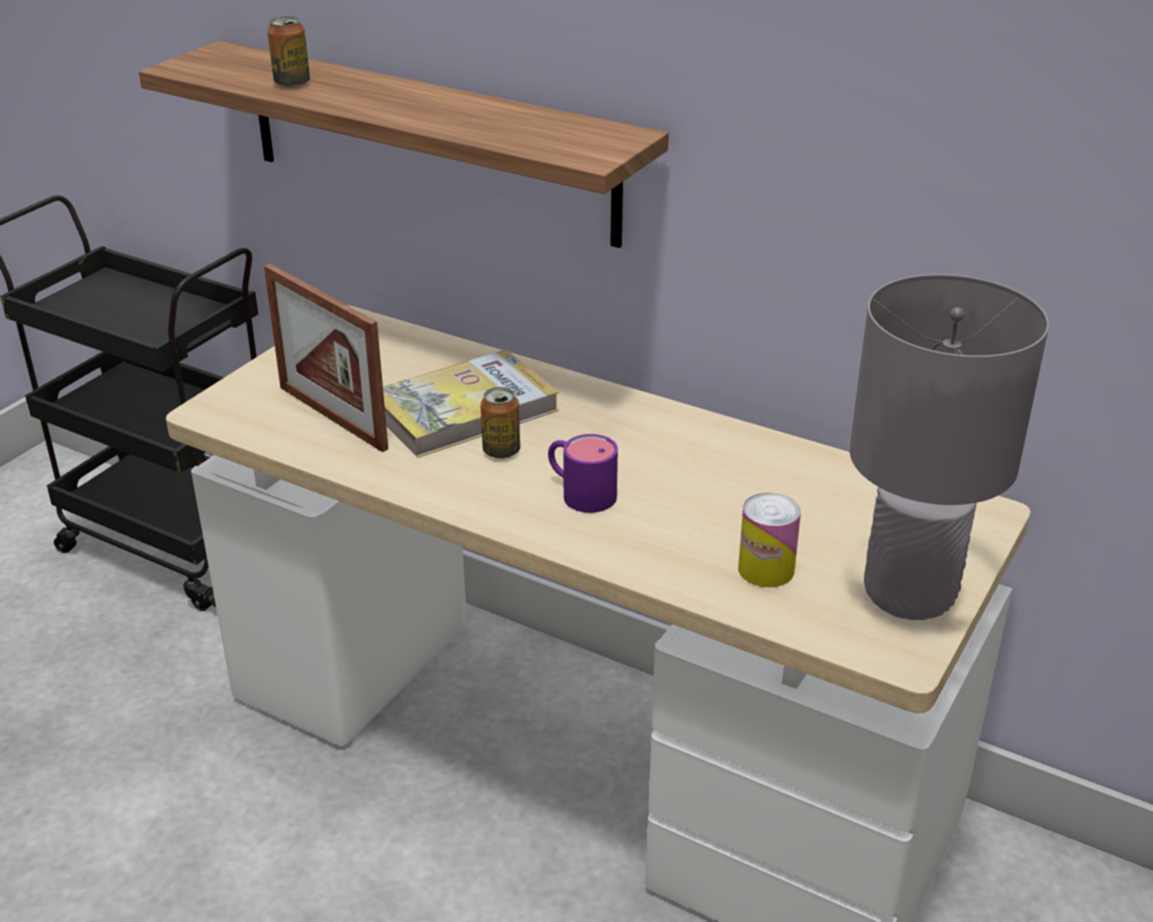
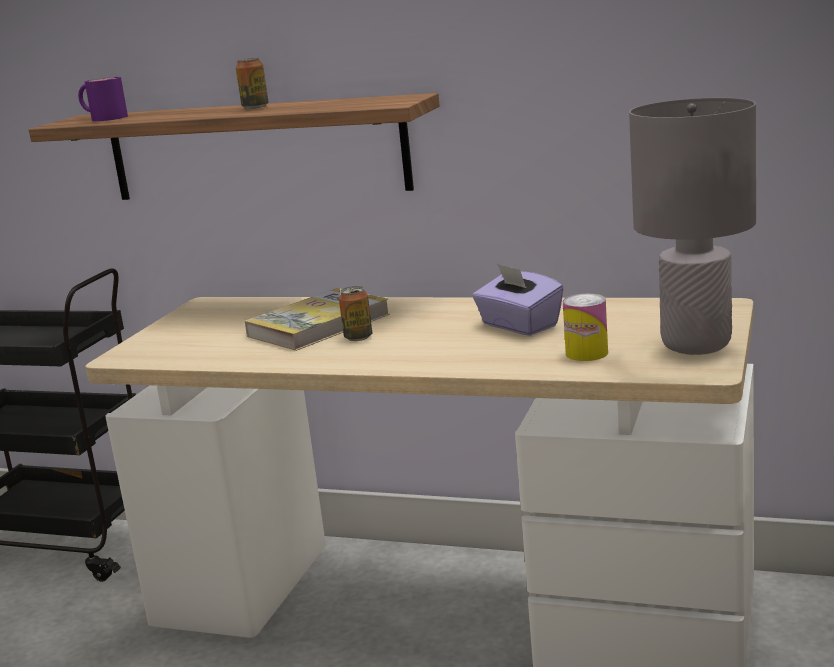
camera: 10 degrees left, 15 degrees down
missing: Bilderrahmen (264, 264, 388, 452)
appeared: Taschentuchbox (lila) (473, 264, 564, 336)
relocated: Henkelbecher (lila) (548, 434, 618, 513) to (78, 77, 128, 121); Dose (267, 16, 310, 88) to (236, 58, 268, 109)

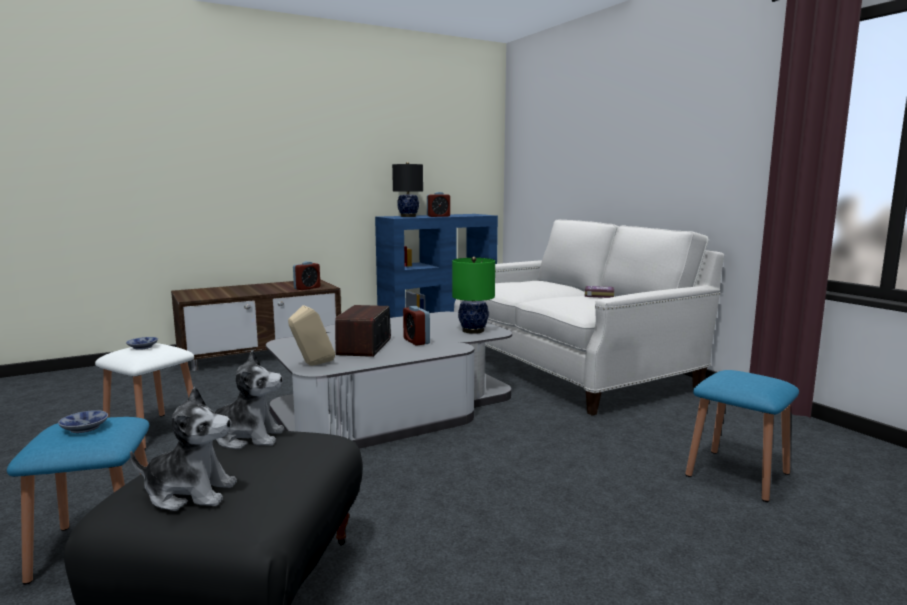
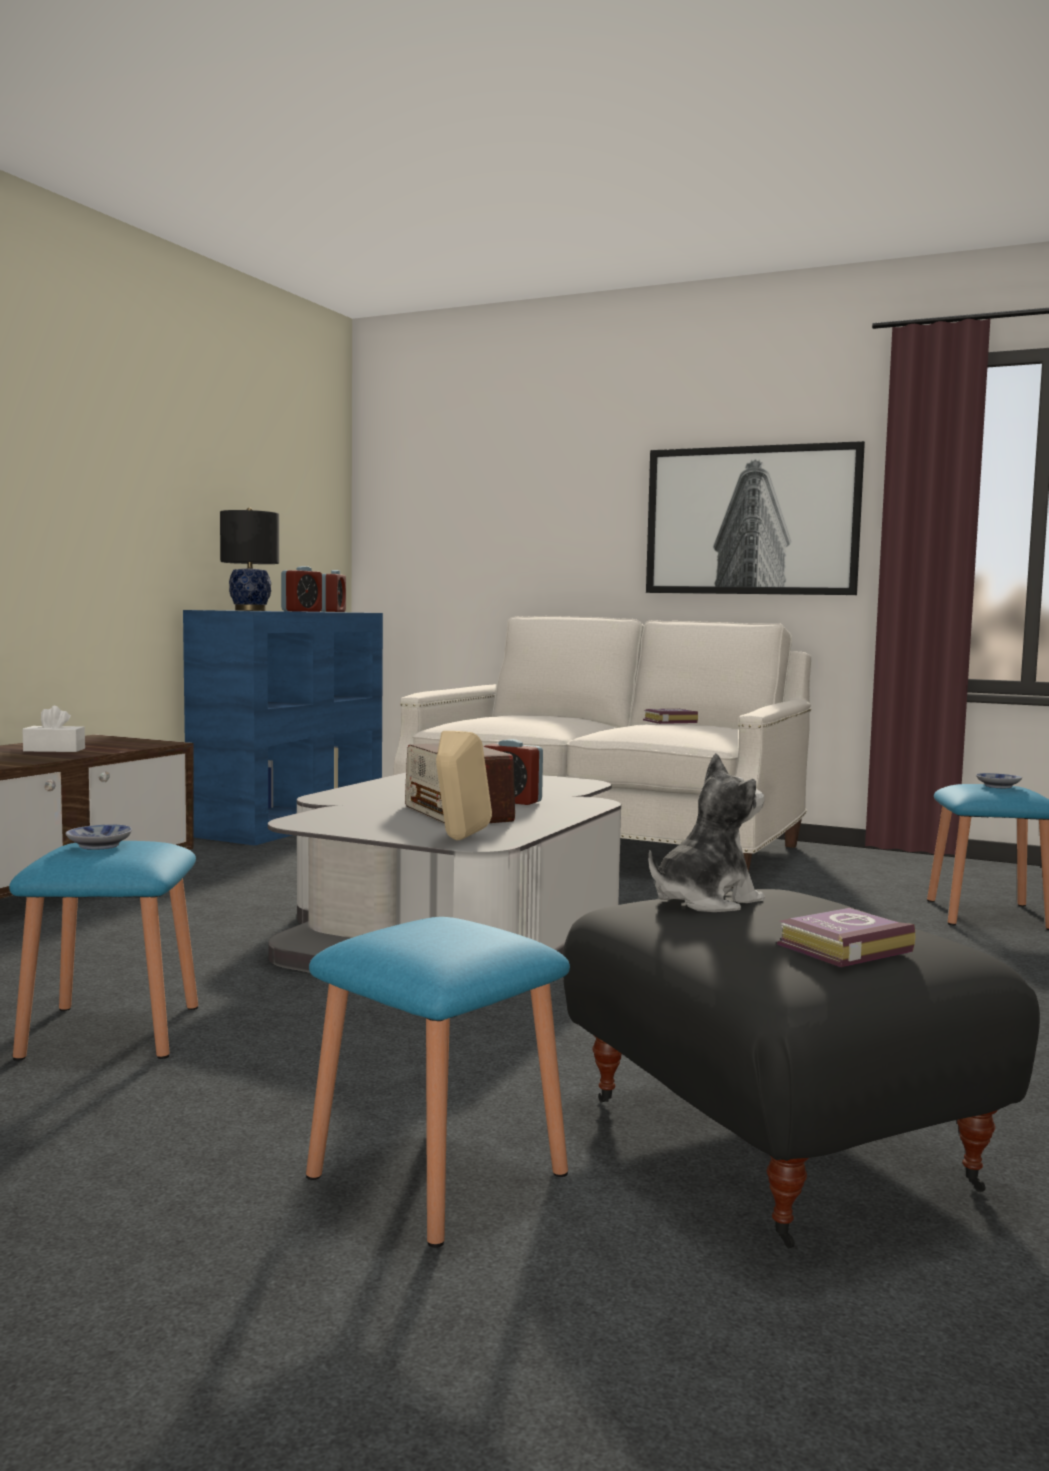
camera: 35 degrees left, 5 degrees down
missing: Tischlampe (grün) (452, 257, 495, 334)
appeared: Taschentuchbox (weiß) (22, 706, 85, 752); Bild (646, 441, 865, 595)
relocated: Wecker (293, 261, 320, 290) to (321, 570, 346, 612); Schüssel (58, 410, 108, 433) to (976, 773, 1022, 788)
exchanged: Plüschtier (130, 387, 237, 511) to Buch (777, 908, 915, 967)
colour: Hocker (weiß) (95, 343, 194, 449) to Hocker (blau) (9, 841, 198, 1061)

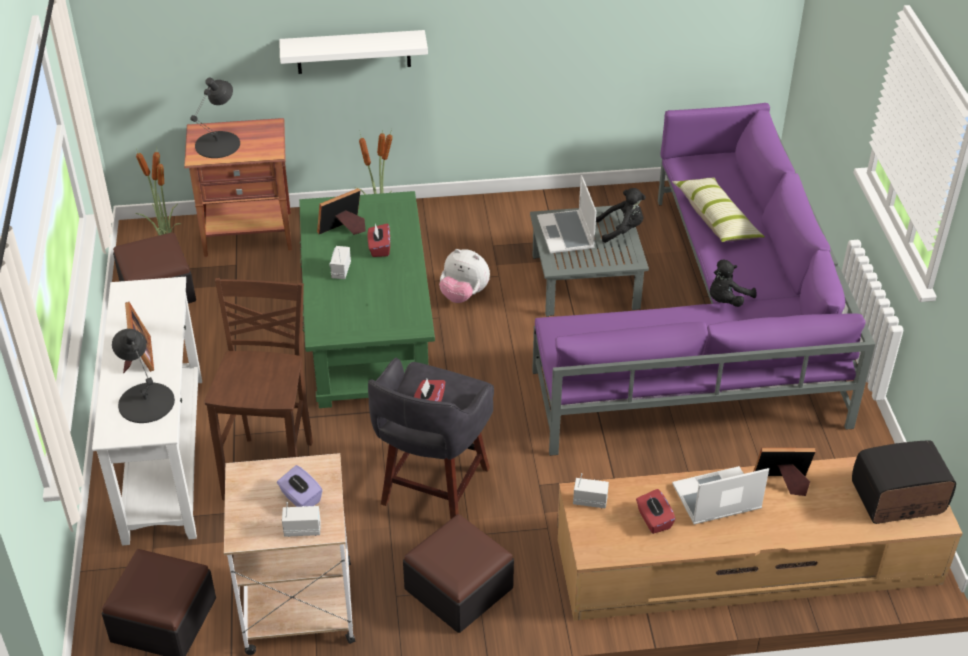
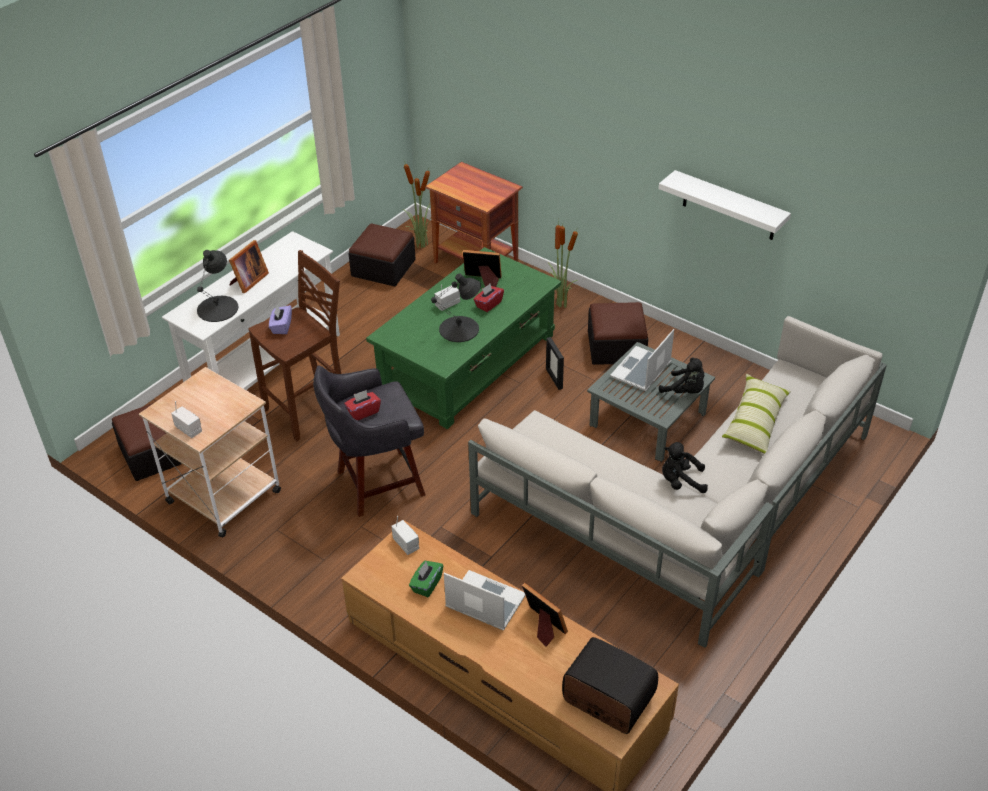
camera: 45 degrees right, 0 degrees up
relocated: Taschentuchbox (lila) (277, 465, 323, 507) to (269, 305, 292, 334); Tischlampe (schwarz) (190, 78, 240, 158) to (431, 273, 481, 342); Polsterhocker (403, 514, 514, 633) to (588, 302, 648, 365); Wandregal (weiß) (279, 30, 428, 74) to (659, 170, 791, 240)
exchanged: Plüschtier (439, 249, 490, 303) to Bilderrahmen (546, 337, 564, 390)
colour: Taschentuchbox (rot) (636, 489, 676, 534) to Taschentuchbox (grün) (409, 561, 443, 597); Sofa (lila) (530, 103, 875, 456) to Sofa (weiß) (468, 316, 887, 648)

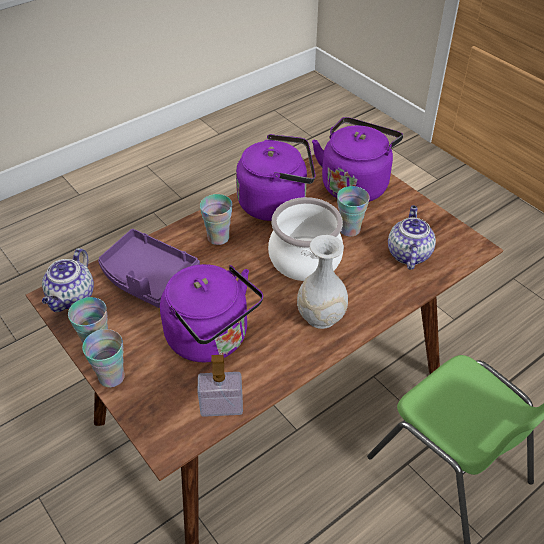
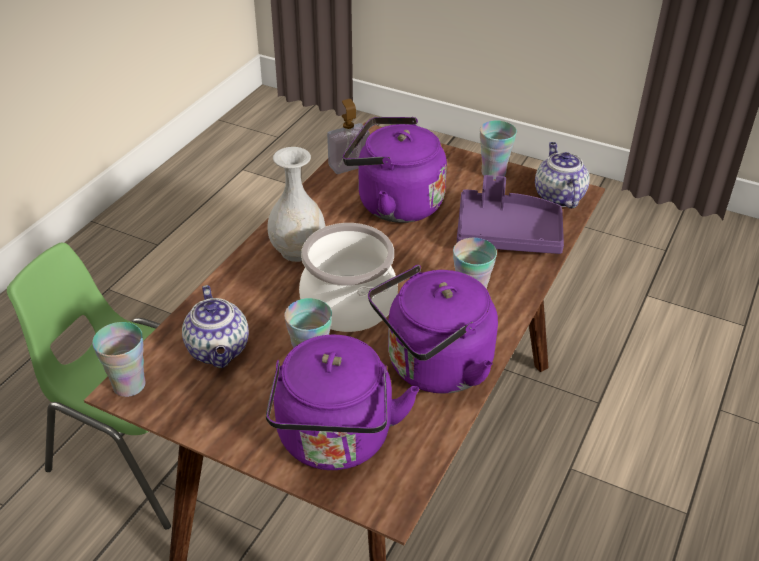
camera: 155 degrees right, 5 degrees down
relocated: Tasse (82, 329, 125, 387) to (92, 322, 146, 397)

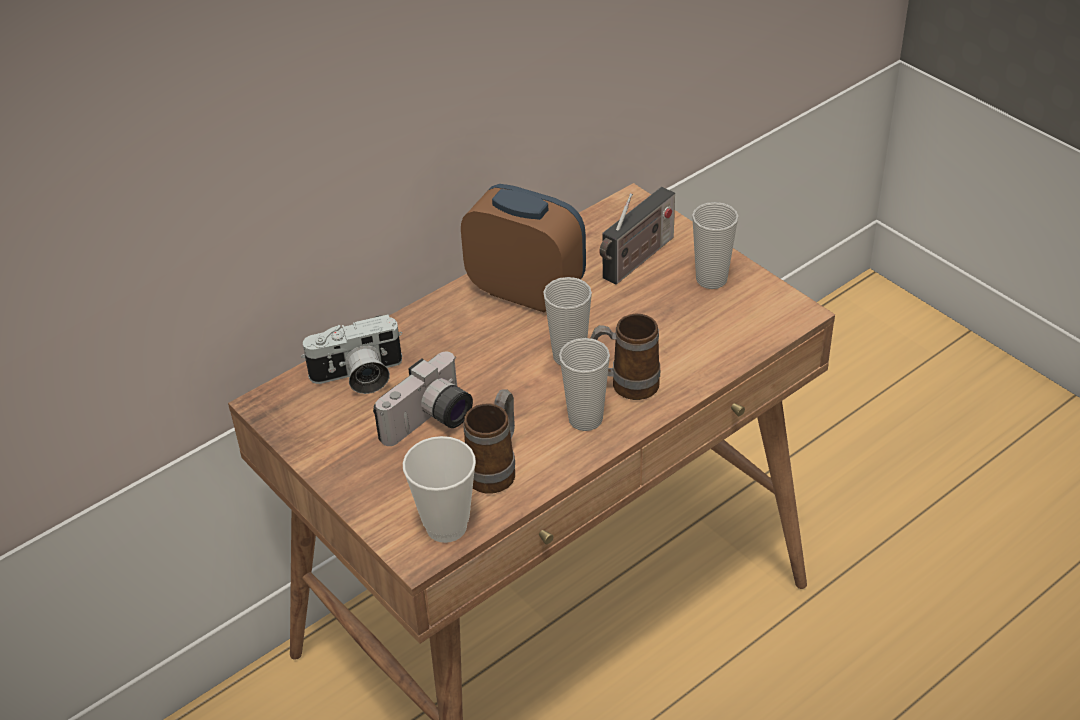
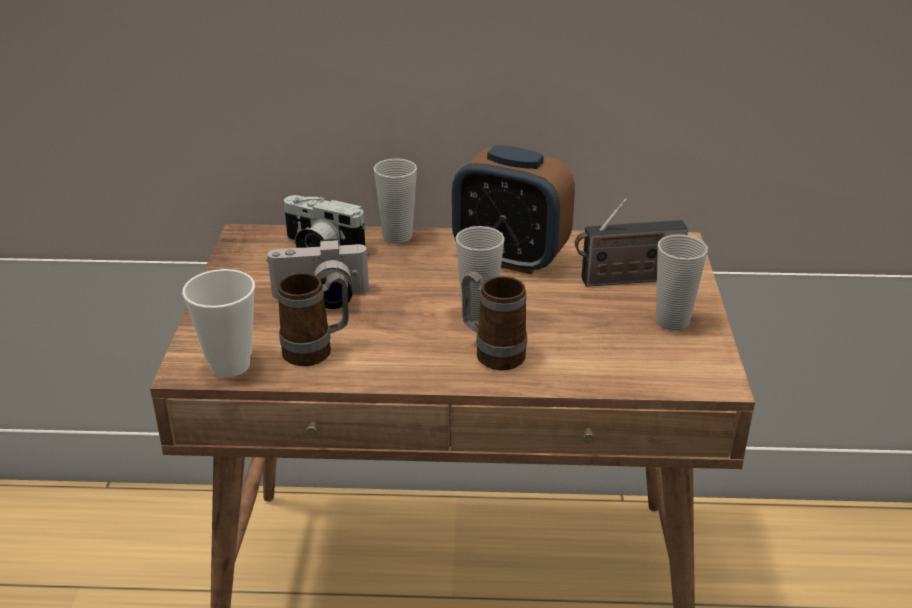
camera: 40 degrees right, 10 degrees down
relocated: Tasse (559, 338, 610, 431) to (374, 158, 417, 244)
spun: Wecker (461, 184, 586, 313) = (452, 145, 575, 275) 135 degrees clockwise

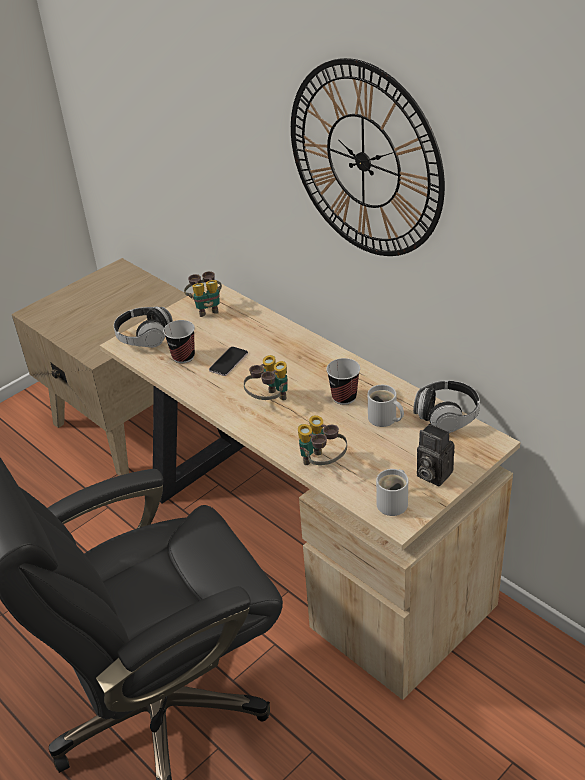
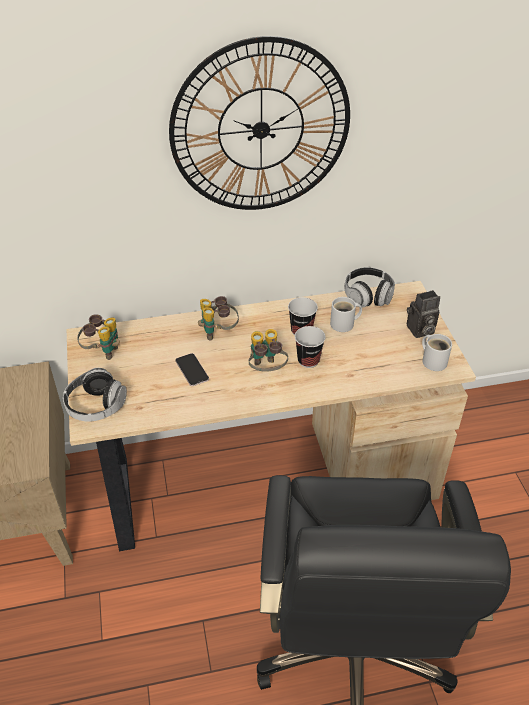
camera: 60 degrees left, 5 degrees up
relocated: Fernglas (298, 415, 347, 465) to (198, 296, 239, 341); Tasse (163, 320, 195, 363) to (295, 326, 326, 368)

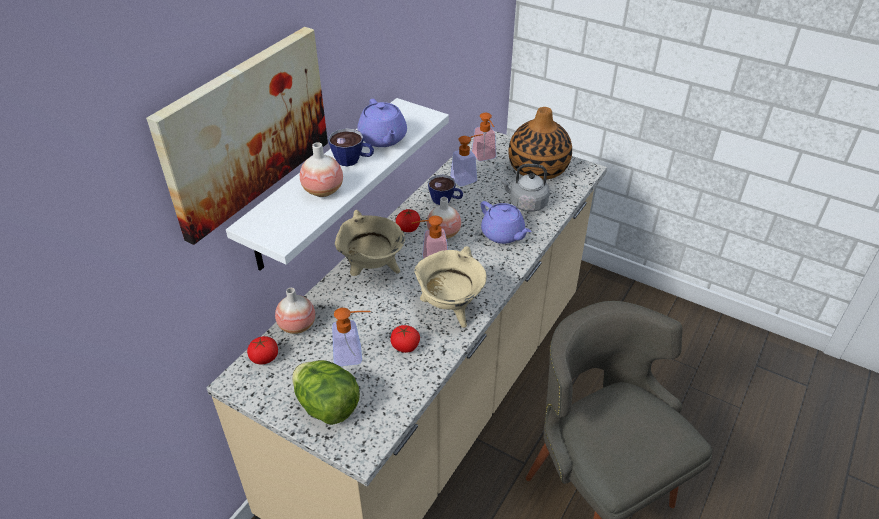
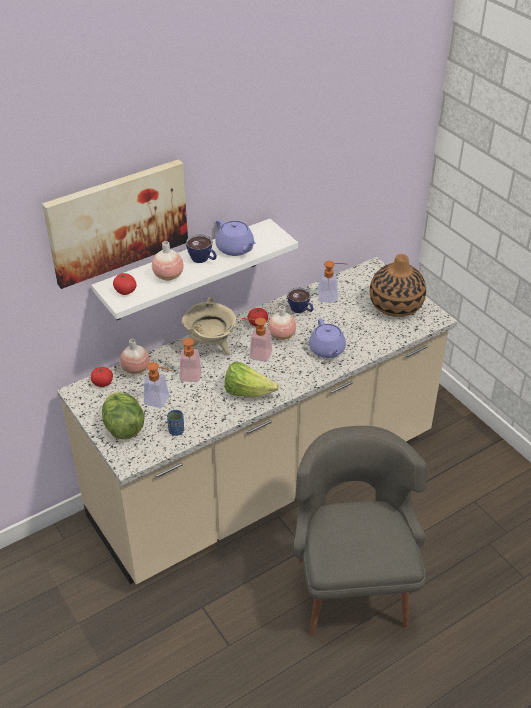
camera: 25 degrees right, 0 degrees up
missing: Wasserkessel (grau) (501, 164, 550, 212)
appeared: Tasse (blau) (167, 410, 184, 436)
relocated: Tomate (390, 325, 420, 353) to (113, 273, 137, 295); Seifenspender (472, 113, 496, 161) to (179, 338, 202, 382)
exchanged: Kochtopf (beige) (414, 246, 486, 328) to Salatkopf (225, 362, 279, 397)
spun: Teekanne (lila) (357, 99, 407, 147) = (215, 219, 256, 256) 45 degrees counterclockwise

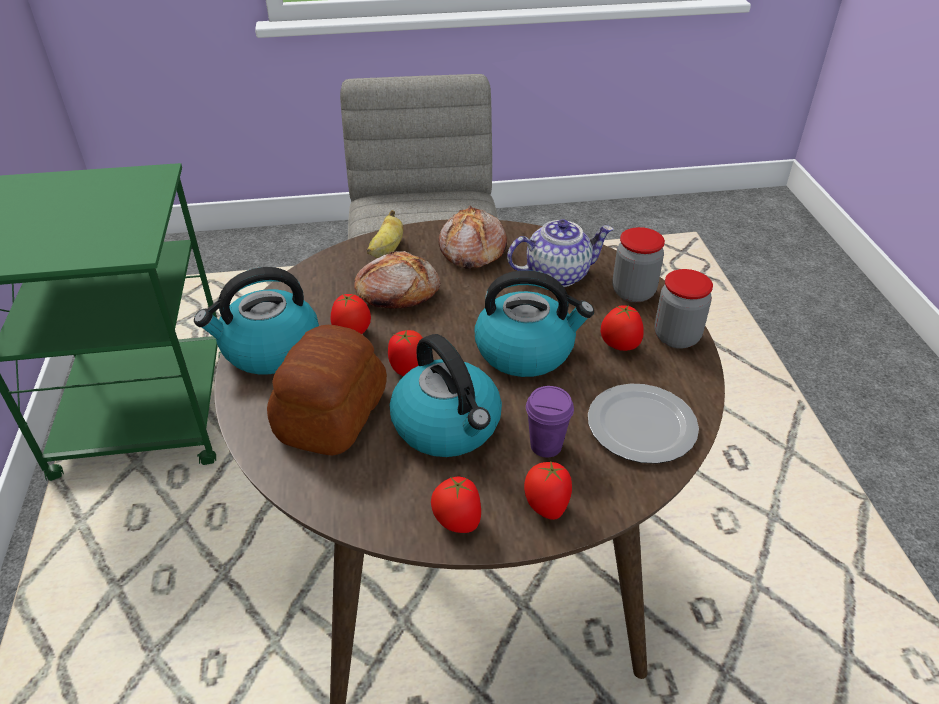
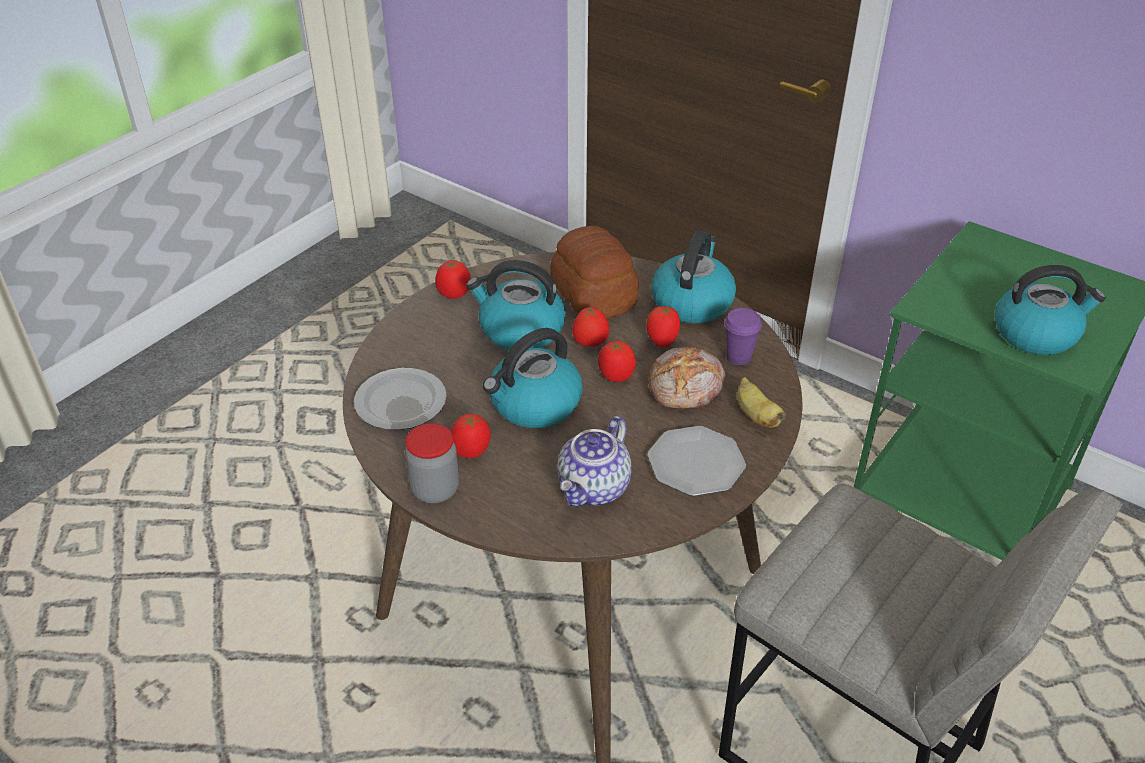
camera: 135 degrees right, 0 degrees up
missing: Vorratsglas (613, 227, 665, 302)
appeared: Wasserkessel (995, 265, 1106, 355)
relocated: Tomate (524, 460, 572, 520) to (598, 340, 636, 382); Tasse (lila) (526, 386, 574, 458) to (724, 308, 762, 365)
exchanged: Brot (438, 206, 507, 269) to Teller (647, 426, 746, 496)

